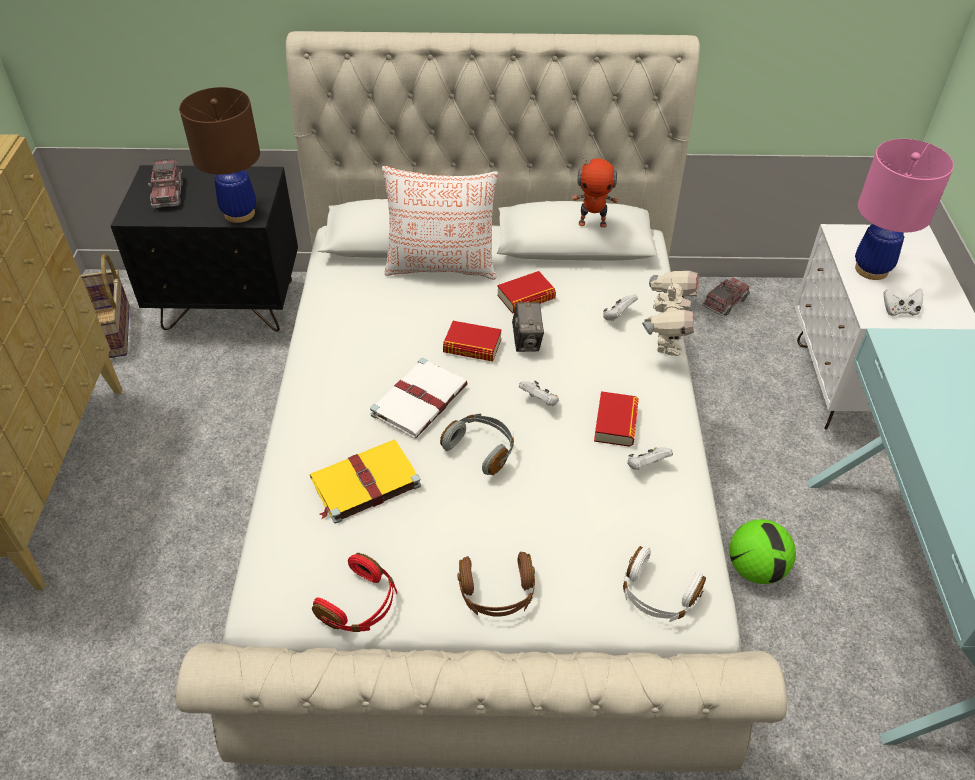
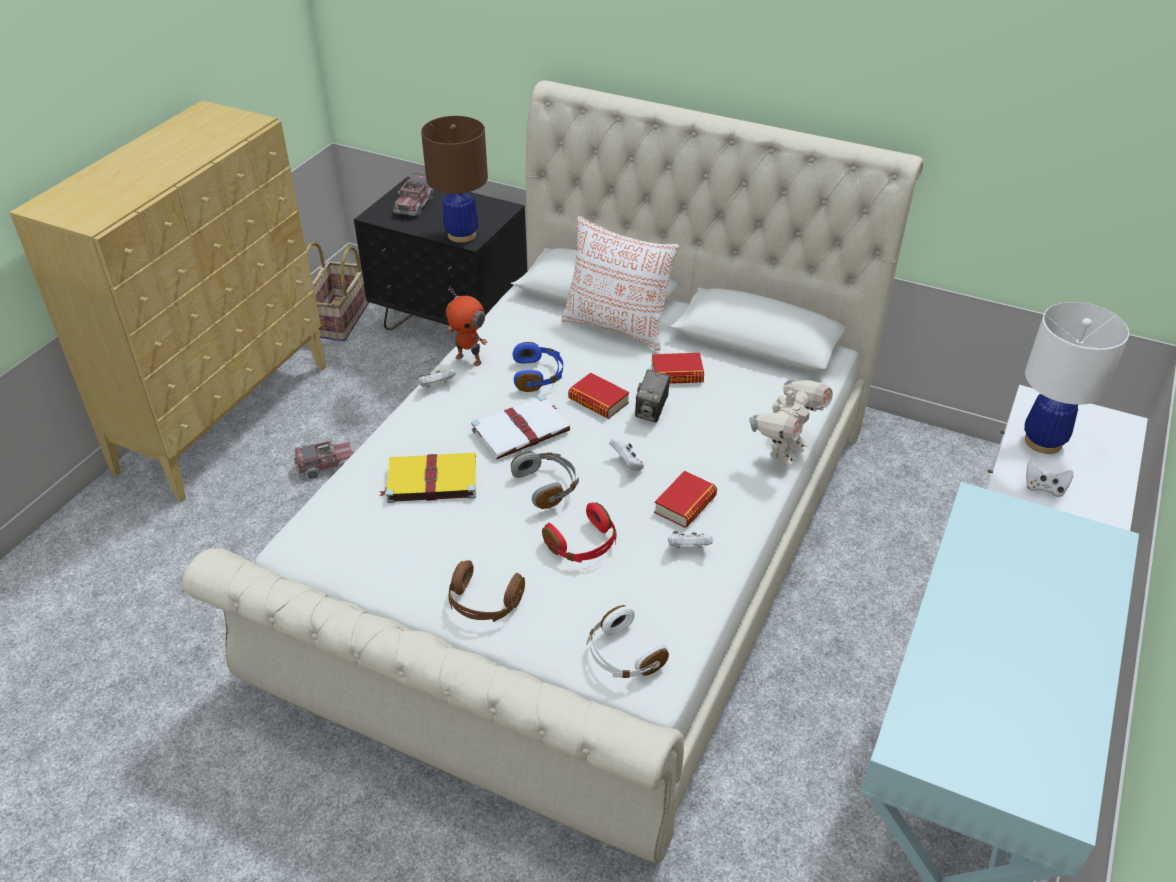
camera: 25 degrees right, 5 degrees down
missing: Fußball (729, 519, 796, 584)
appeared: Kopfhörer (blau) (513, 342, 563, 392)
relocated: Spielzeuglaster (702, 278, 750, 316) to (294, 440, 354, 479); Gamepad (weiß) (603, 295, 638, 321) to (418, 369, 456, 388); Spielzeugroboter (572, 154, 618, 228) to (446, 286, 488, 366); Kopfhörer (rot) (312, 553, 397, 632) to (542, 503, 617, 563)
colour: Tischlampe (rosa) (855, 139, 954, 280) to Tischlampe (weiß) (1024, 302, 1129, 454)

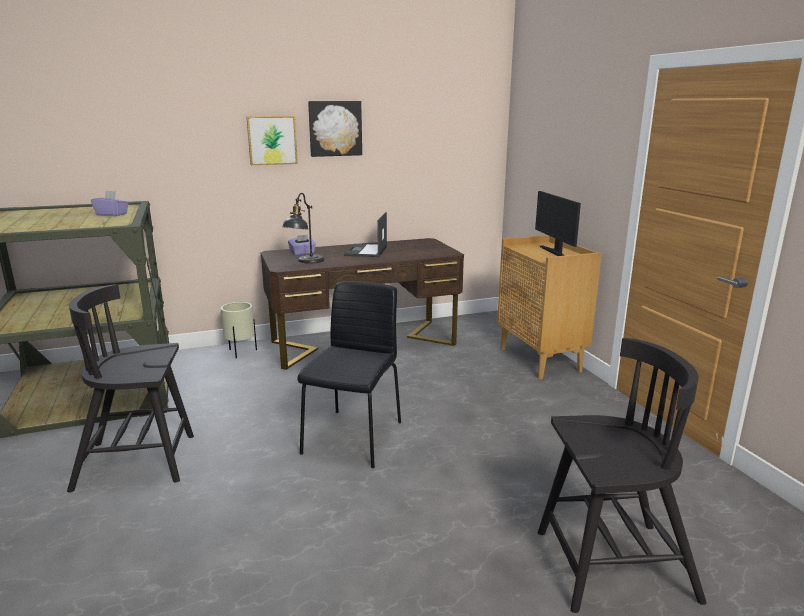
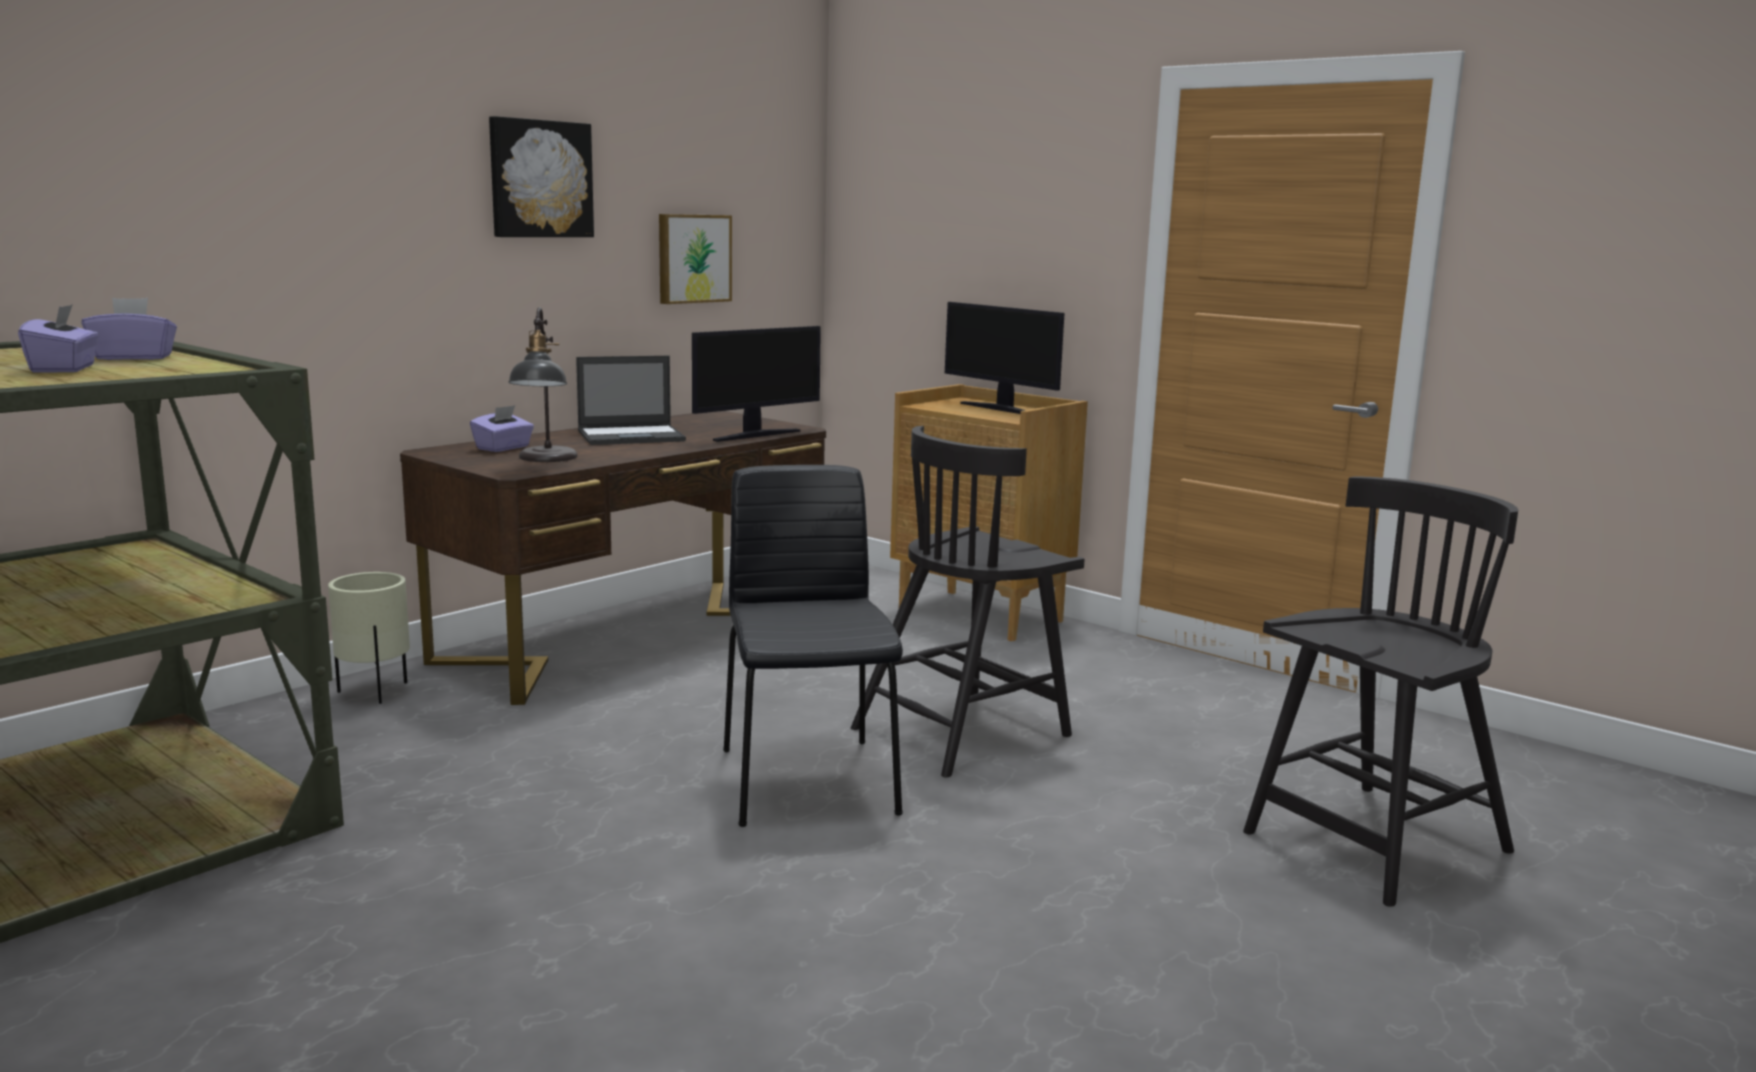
camera: 30 degrees left, 5 degrees down
appeared: Taschentuchbox (lila) (18, 304, 99, 373); Monitor (692, 326, 821, 442)
relocated: Bild (246, 116, 298, 165) to (659, 214, 732, 304); Stuhl (schwarz) (67, 284, 194, 493) to (851, 426, 1085, 777)
spun: Laptop (344, 212, 387, 257) = (576, 356, 686, 445) 90 degrees counterclockwise

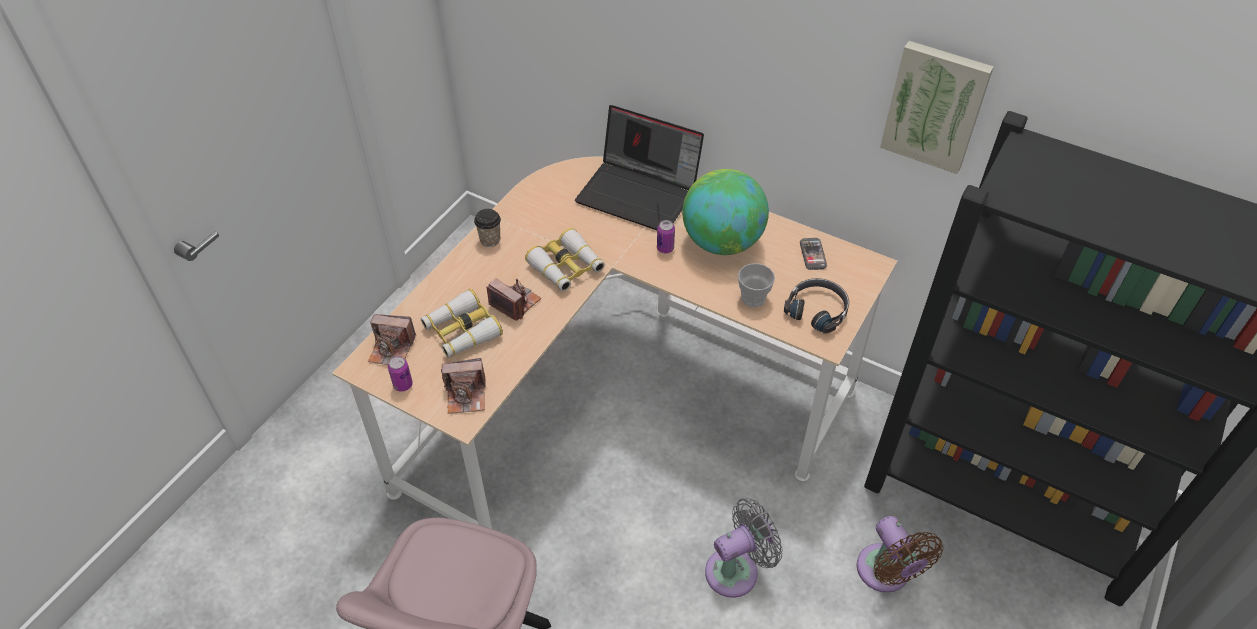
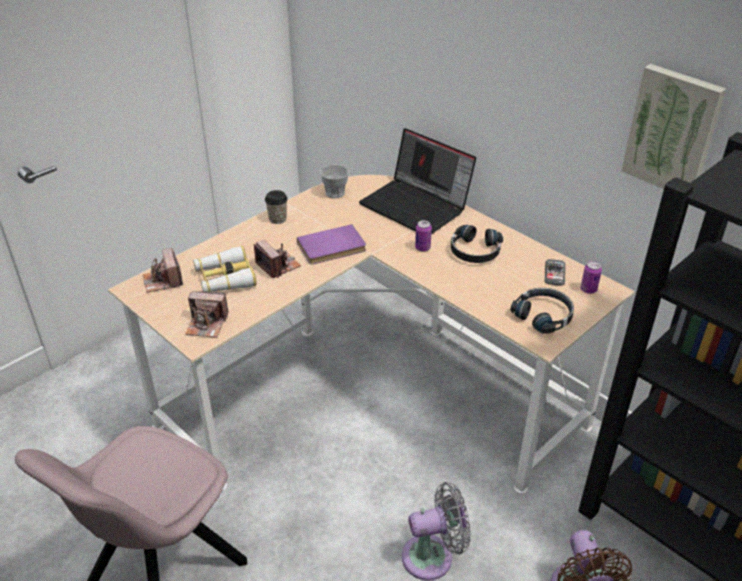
camera: 15 degrees right, 10 degrees down
relocated: Tasse (738, 263, 775, 307) to (320, 164, 349, 198); Dose (388, 356, 413, 392) to (581, 261, 602, 294)
exchanged: Fernglas (525, 228, 605, 291) to Buch (lila) (297, 224, 366, 265); Globus (682, 169, 769, 255) to Kopfhörer (schwarz) (451, 225, 503, 263)
spun: Kamera (368, 314, 416, 365) = (143, 248, 183, 293) 45 degrees clockwise

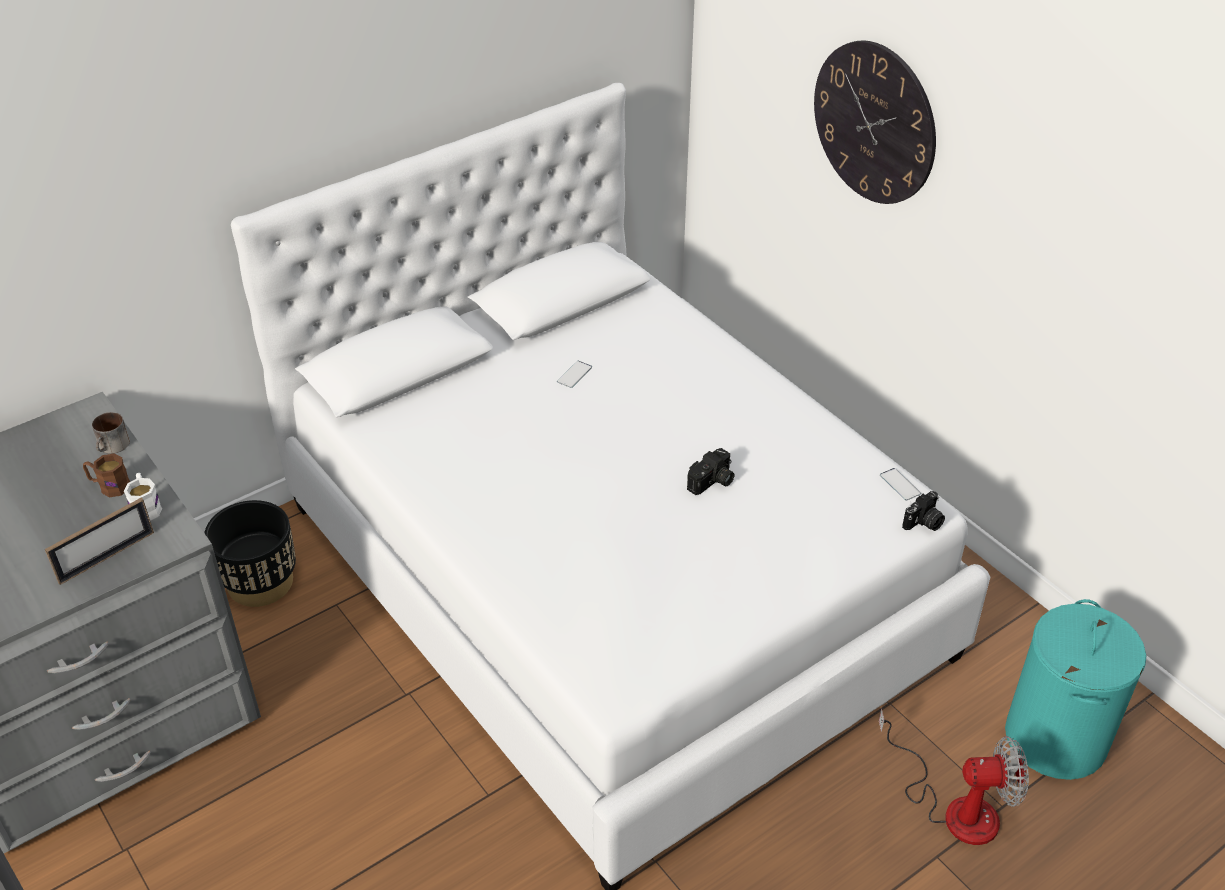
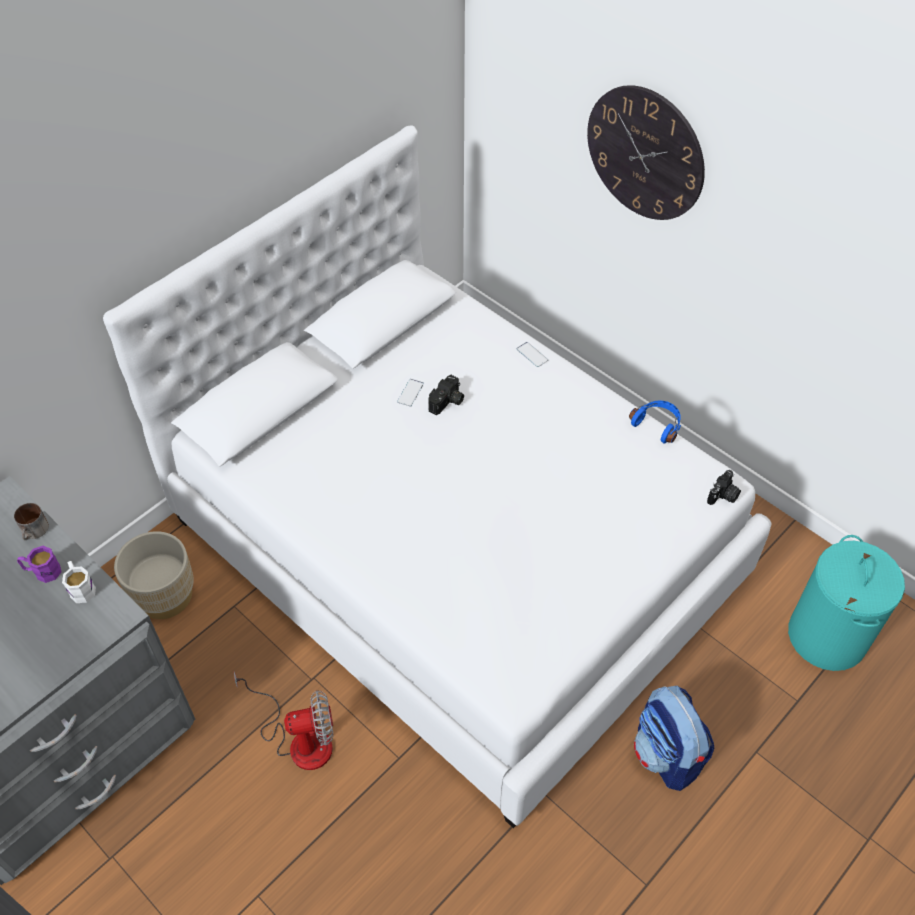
camera: 10 degrees left, 10 degrees up
missing: Bilderrahmen (45, 498, 154, 585)
appeared: Kopfhörer (blau) (629, 400, 681, 444); Rucksack (634, 686, 715, 791)
relocated: Ventilator (879, 709, 1029, 845) to (234, 672, 334, 770); Kamera (687, 448, 734, 495) to (428, 375, 464, 415); Handy (880, 468, 921, 501) to (516, 342, 548, 367)
colour: Henkelbecher (braun) (83, 454, 130, 497) to Henkelbecher (lila) (17, 546, 62, 583); Pflanzkübel (schwarz) (204, 500, 296, 607) to Pflanzkübel (beige) (114, 531, 194, 619)

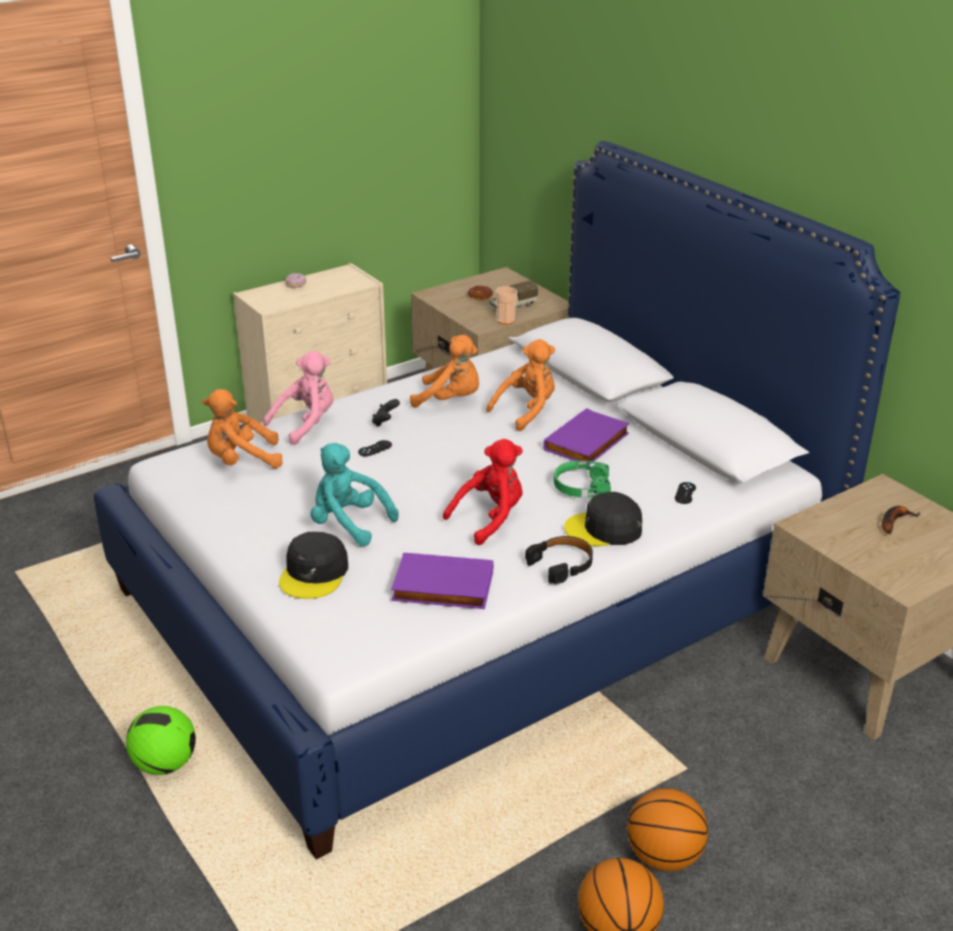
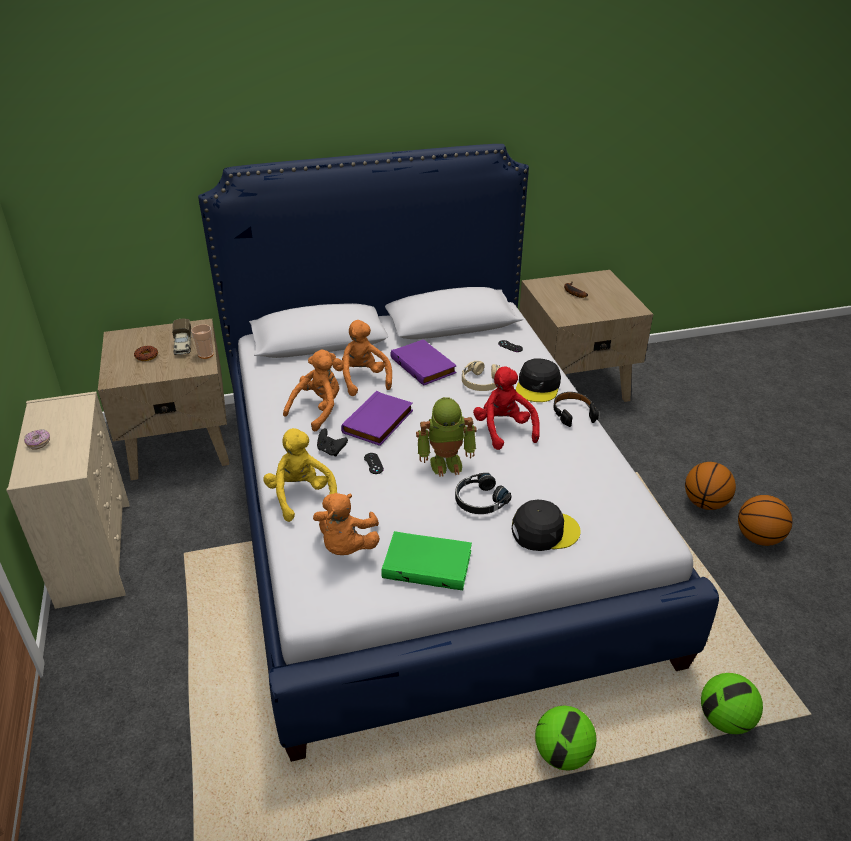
camera: 70 degrees left, 5 degrees up
appeared: Buch (grün) (381, 531, 472, 590); Spielzeugroboter (416, 397, 477, 477); Fußball (701, 673, 763, 734)
relocated: Buch (lila) (391, 553, 493, 609) to (341, 391, 413, 446)
exchanged: Plüschtier (türkis) (310, 443, 399, 546) to Kopfhörer (schwarz) (455, 473, 512, 514)
colour: Plüschtier (rosa) (263, 351, 333, 445) to Plüschtier (gelb) (263, 428, 337, 522); Kopfhörer (grün) (554, 461, 611, 498) to Kopfhörer (beige) (462, 361, 500, 391)
spun: Kappe (schwarz) (279, 532, 348, 599) = (512, 500, 580, 551) 45 degrees counterclockwise

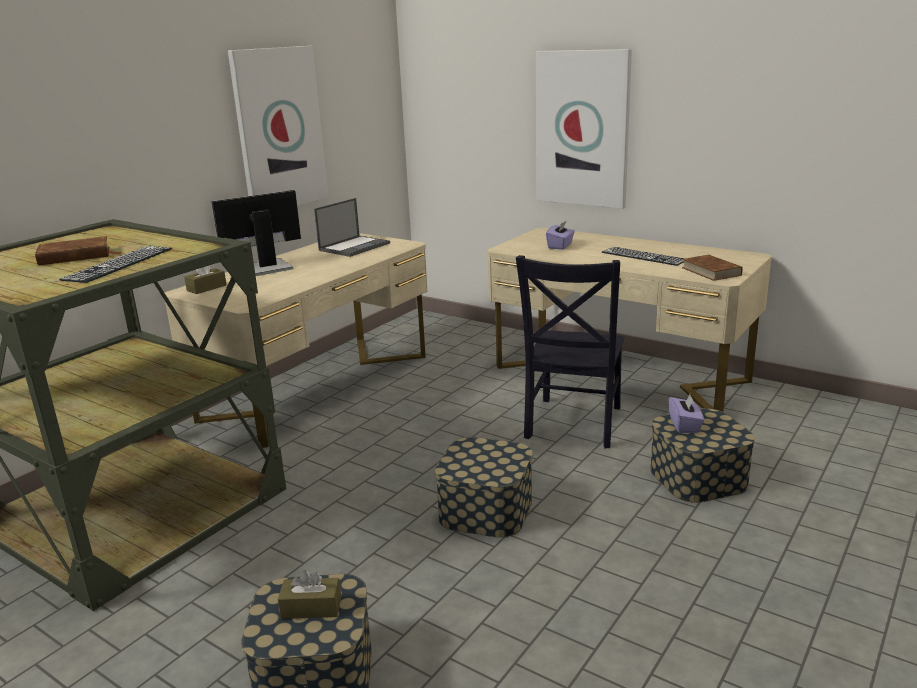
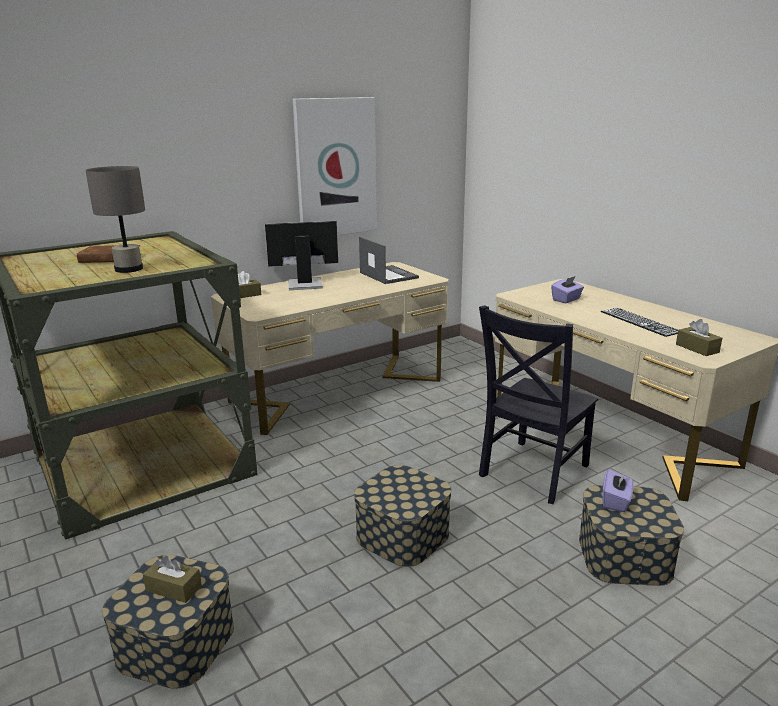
camera: 20 degrees right, 0 degrees up
missing: Bild (536, 49, 632, 209)
exchanged: Tastatur (59, 246, 172, 283) to Tischlampe (grau) (86, 166, 145, 273); Buch (braun) (682, 255, 743, 281) to Taschentuchbox (braun) (676, 319, 722, 356)
spun: Laptop (314, 198, 390, 257) = (359, 237, 419, 284) 90 degrees counterclockwise

